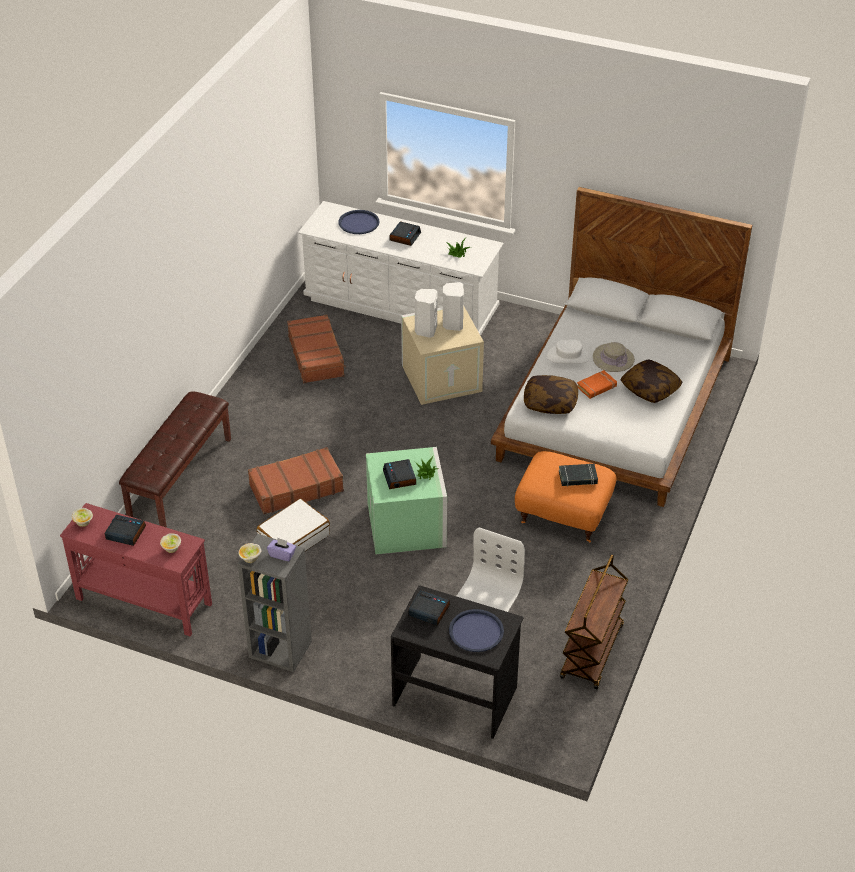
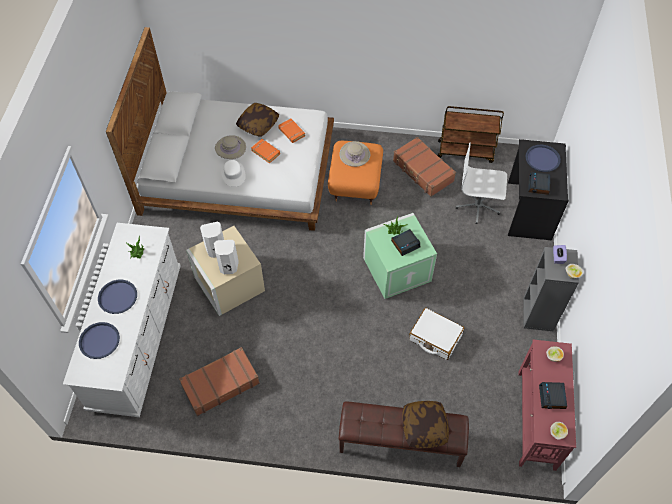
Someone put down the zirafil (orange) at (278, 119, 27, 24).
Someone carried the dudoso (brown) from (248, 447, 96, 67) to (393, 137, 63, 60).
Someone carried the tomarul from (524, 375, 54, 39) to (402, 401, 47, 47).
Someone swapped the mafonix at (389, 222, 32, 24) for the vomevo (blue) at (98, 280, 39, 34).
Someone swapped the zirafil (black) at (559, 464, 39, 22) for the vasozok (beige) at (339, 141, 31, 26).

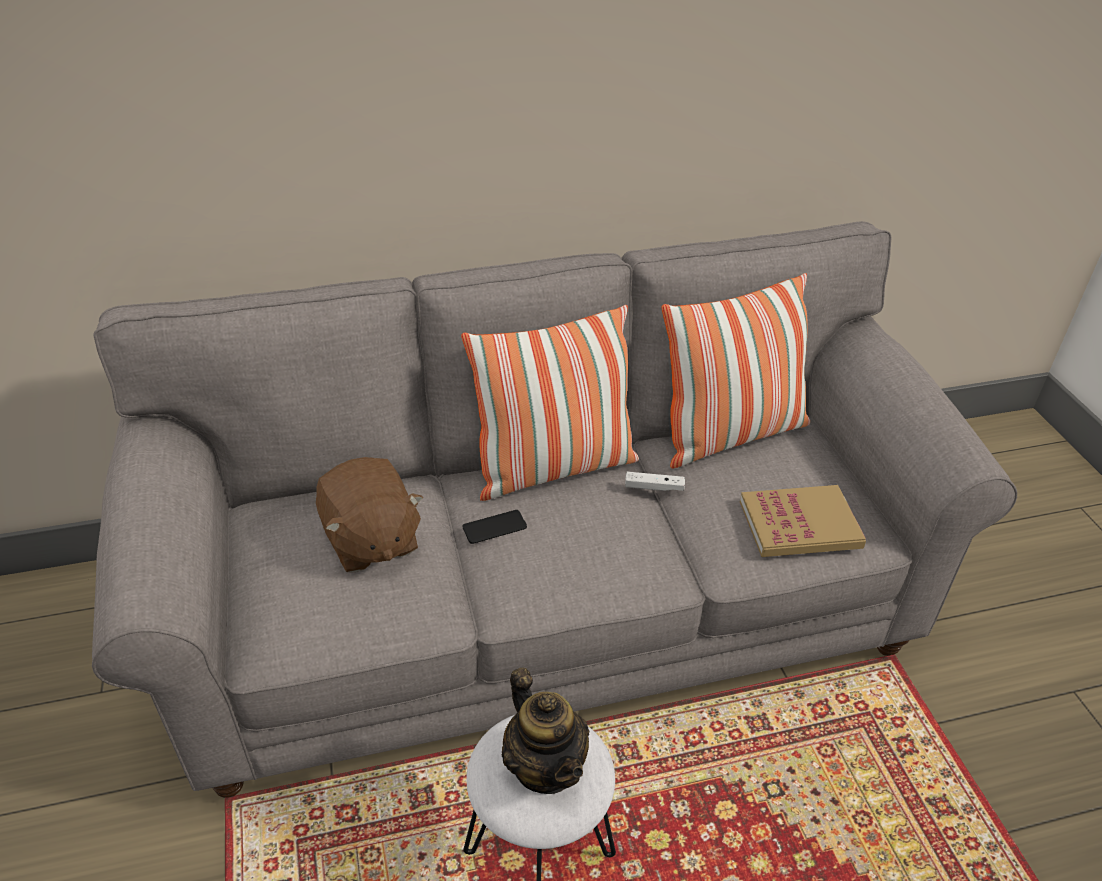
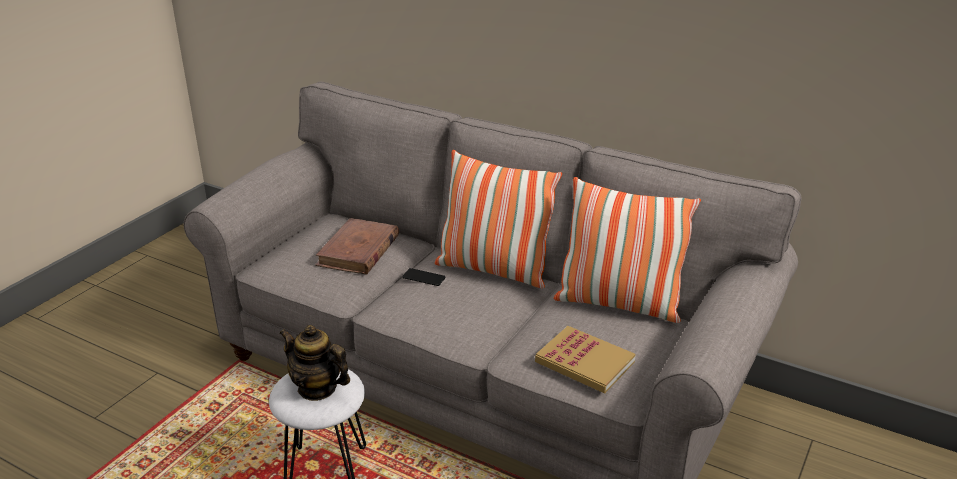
Someone took away the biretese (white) at (625, 472, 60, 19).
Someone swapped the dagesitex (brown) at (316, 457, 107, 115) for the zirafil (brown) at (315, 218, 84, 57).
Someone rotated the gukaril at (502, 668, 87, 126) by 105 degrees clockwise.

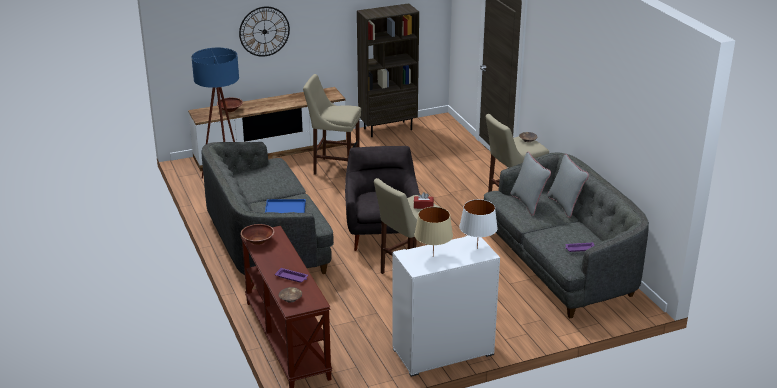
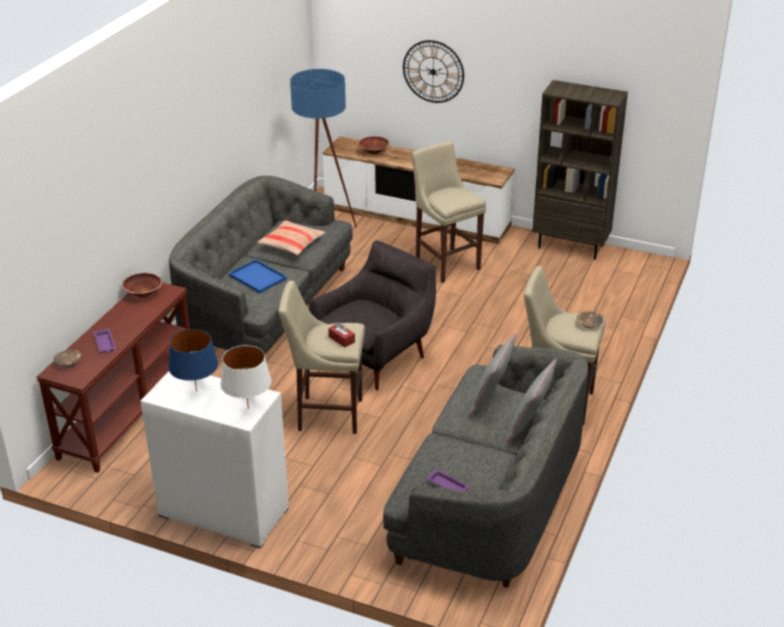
Someone put down the tomarul at (257, 220, 69, 35).
Someone repainted the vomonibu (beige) at (414, 207, 39, 49), which became the vomonibu (blue) at (168, 329, 50, 63).

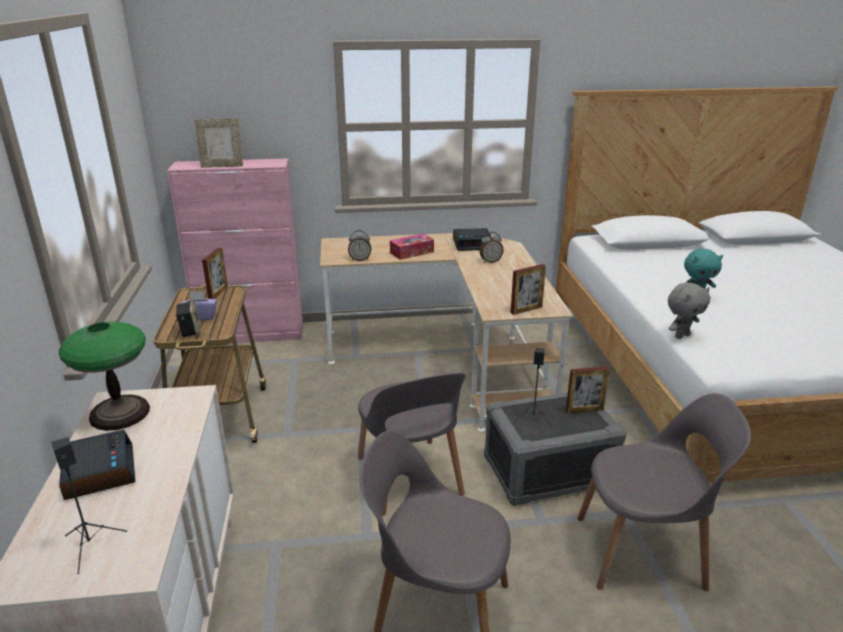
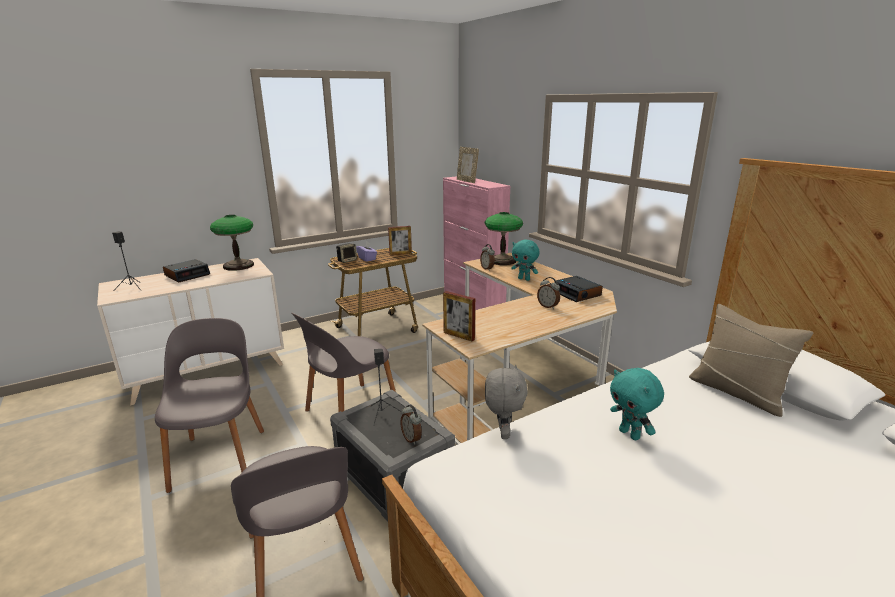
Someone put down the vomonibu at (485, 212, 38, 53).
Someone put down the tomarul (beige) at (689, 304, 124, 113).
Someone swapped the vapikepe at (390, 234, 44, 26) for the dagesitex (turquoise) at (511, 240, 28, 41).
Someone swapped the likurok at (566, 367, 44, 46) for the mafonix at (401, 405, 21, 40).
Someone rotated the dagesitex (grey) at (668, 283, 42, 56) by 120 degrees counterclockwise.

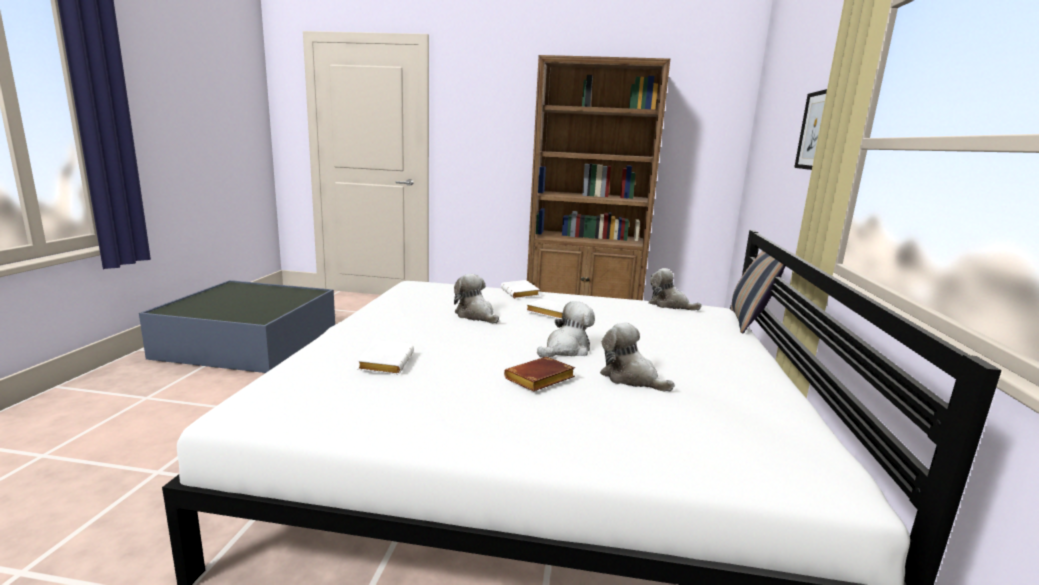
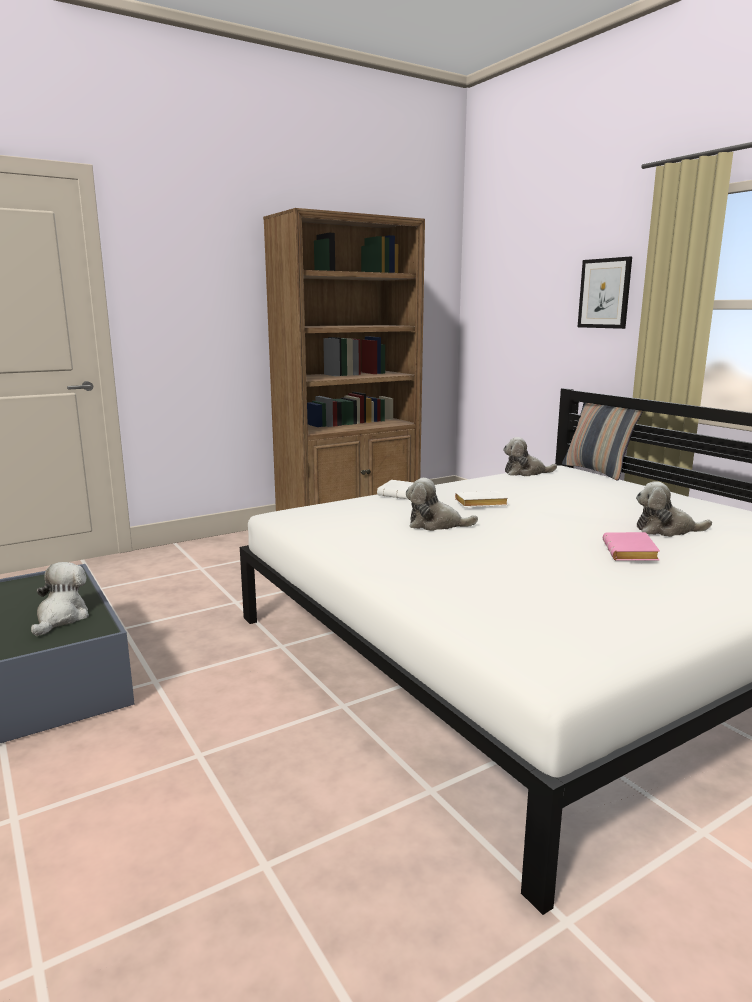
Someone took away the zirafil (white) at (357, 340, 57, 34).
Someone carried the dagesitex from (537, 301, 58, 57) to (31, 562, 58, 74).
Someone repainted the zirafil (brown) at (504, 357, 71, 35), which became the zirafil (pink) at (603, 532, 57, 29).

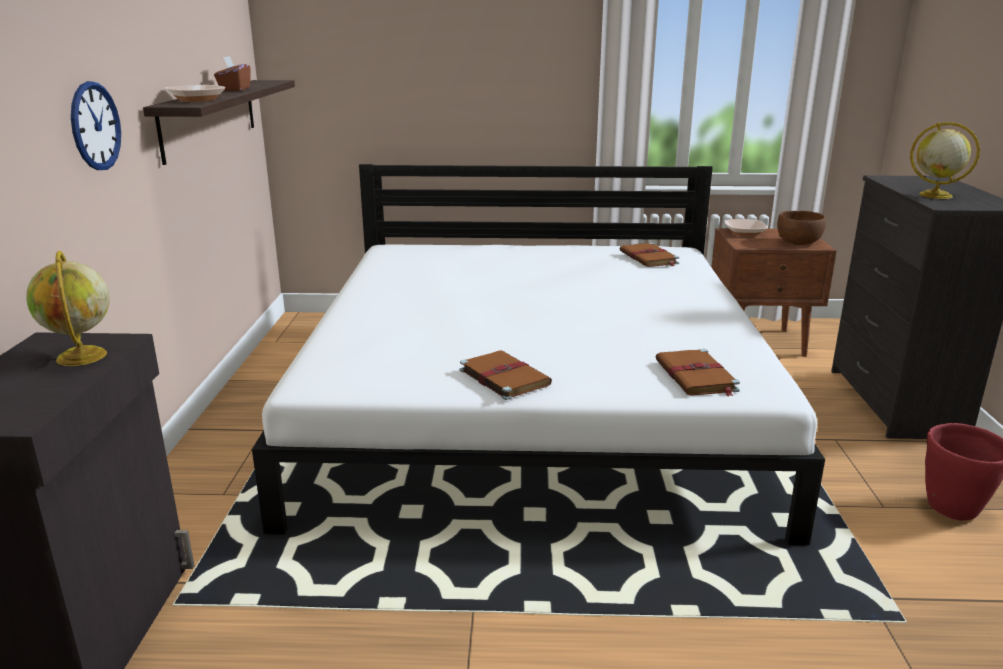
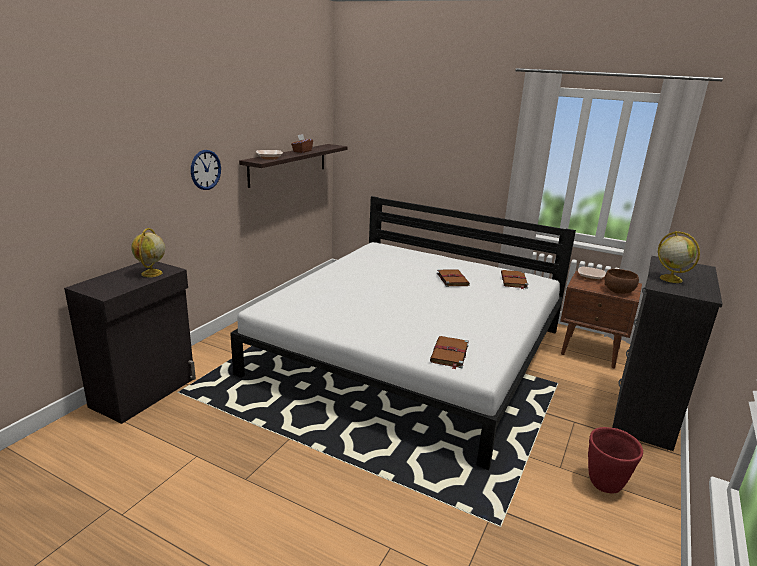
Someone carried the zirafil (brown) from (460, 350, 92, 50) to (437, 269, 33, 18).

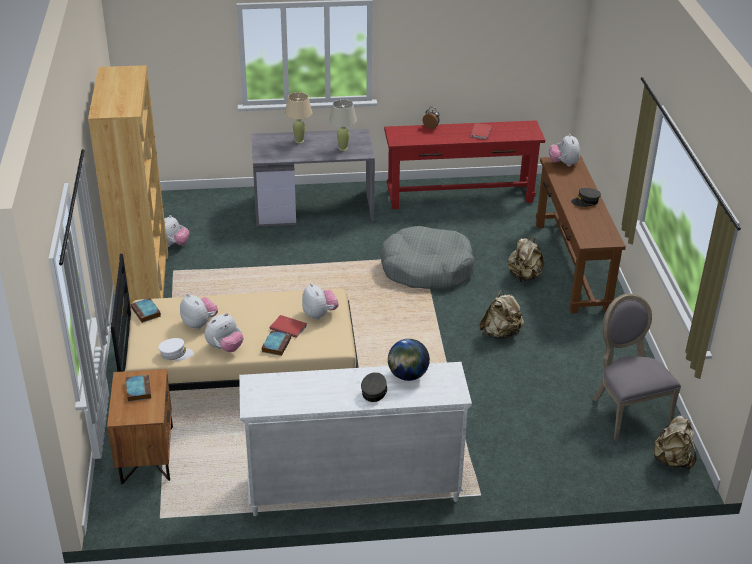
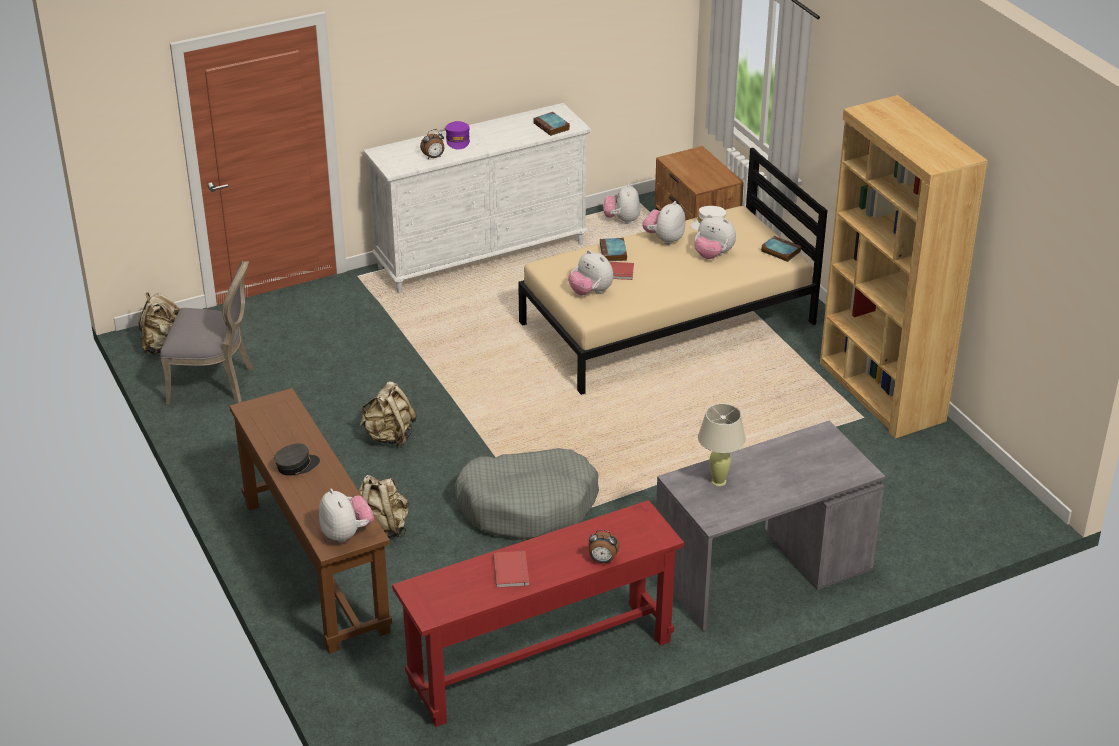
Someone took away the vomonibu (beige) at (285, 92, 27, 52).
Someone carried the zirafil from (126, 375, 25, 27) to (533, 112, 37, 24).
Someone carried the dagesitex from (164, 215, 25, 32) to (603, 183, 38, 41).
Someone swapped the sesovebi at (388, 339, 42, 42) for the mafonix at (420, 129, 25, 30).
Someone repainted the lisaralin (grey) at (361, 372, 26, 30), which became the lisaralin (purple) at (445, 121, 25, 28).
Someone rotated the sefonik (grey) at (593, 294, 88, 146) by 45 degrees counterclockwise.

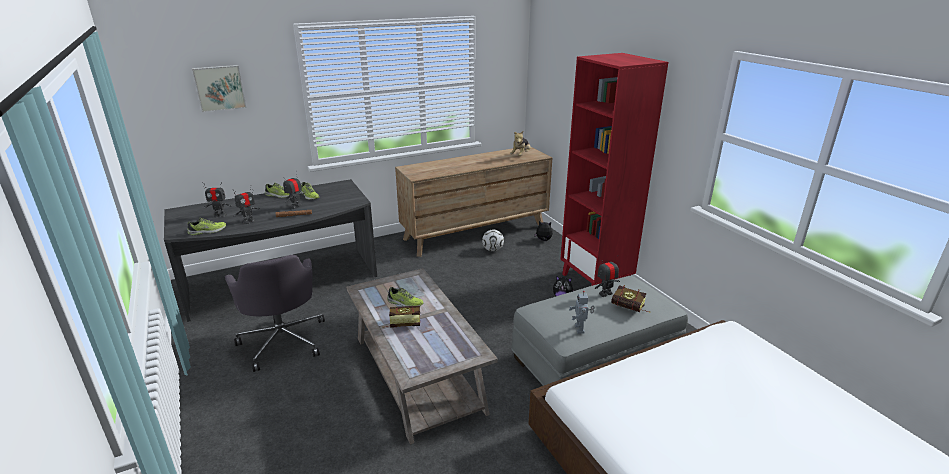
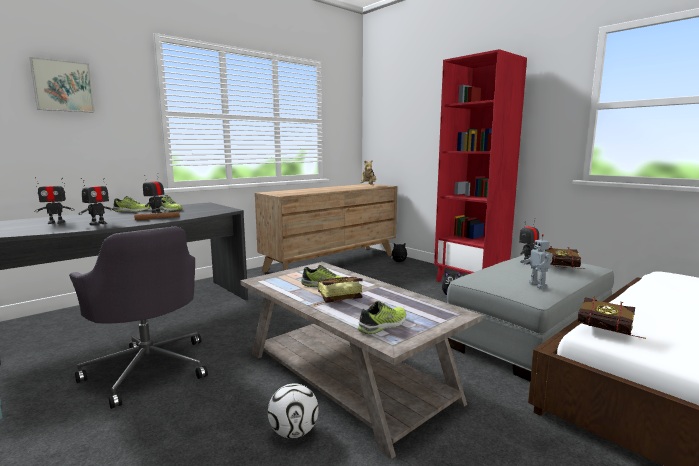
Someone put down the zirafil at (578, 296, 68, 43).
Someone carried the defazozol from (187, 218, 39, 17) to (358, 301, 48, 33).
Someone carried the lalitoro from (482, 230, 22, 21) to (268, 383, 51, 56).

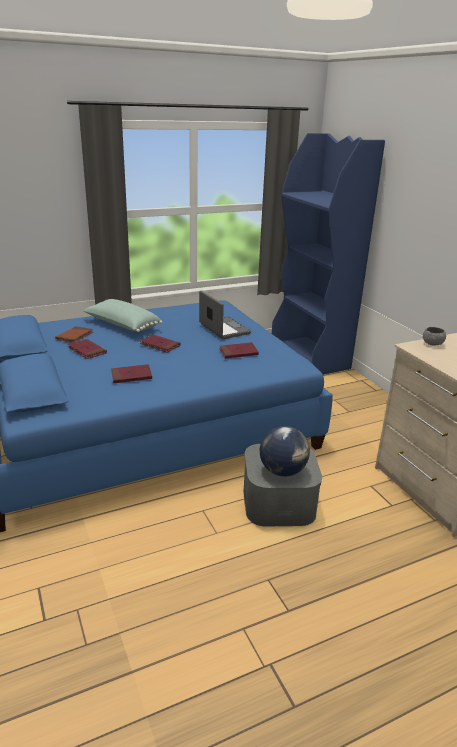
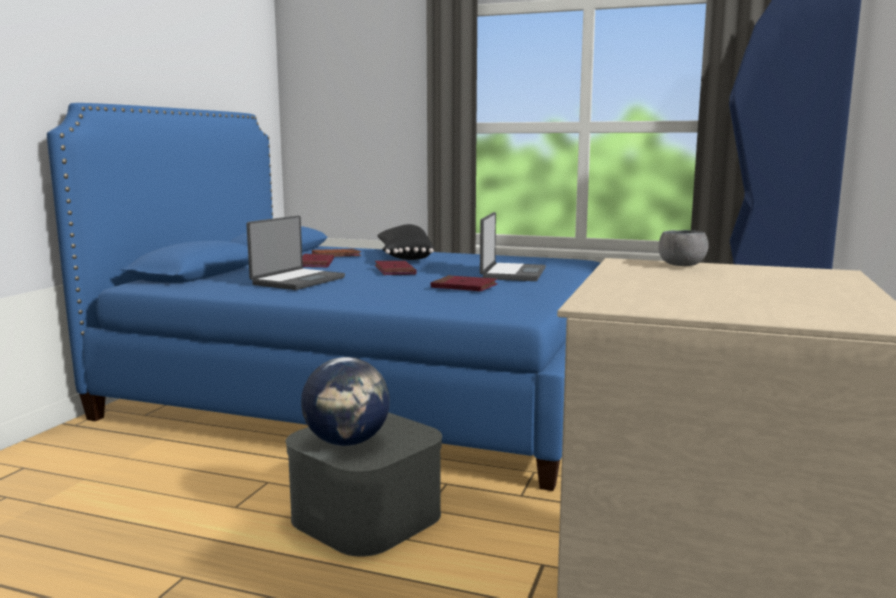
Someone swapped the zirafil (red) at (111, 364, 41, 19) for the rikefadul at (246, 216, 99, 74).
Someone repainted the tomarul (green) at (83, 299, 79, 33), which became the tomarul (black) at (377, 224, 57, 36).

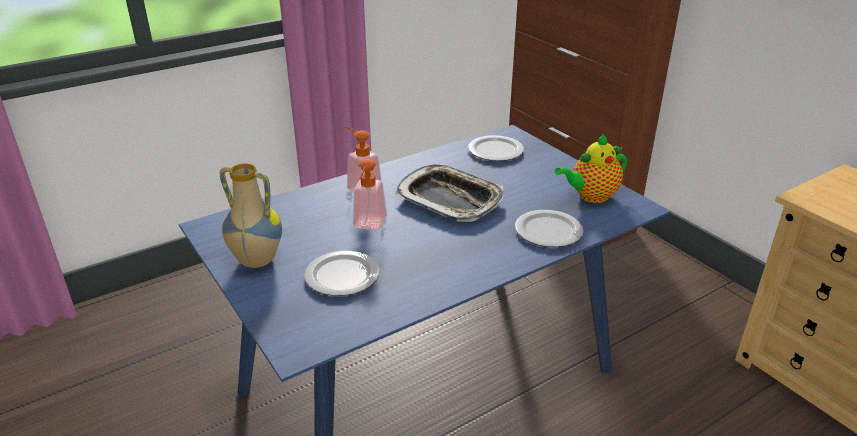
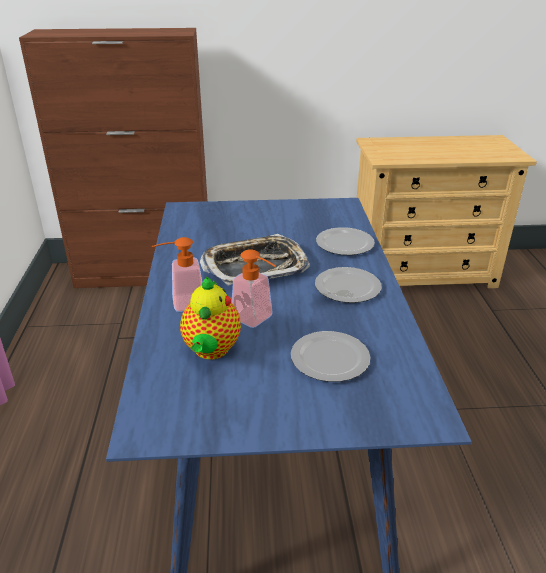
Someone took away the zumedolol at (220, 163, 62, 105).
Someone carried the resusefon from (468, 135, 56, 26) to (315, 267, 67, 36).
Someone carried the gukaril from (555, 134, 72, 69) to (180, 277, 61, 83).

